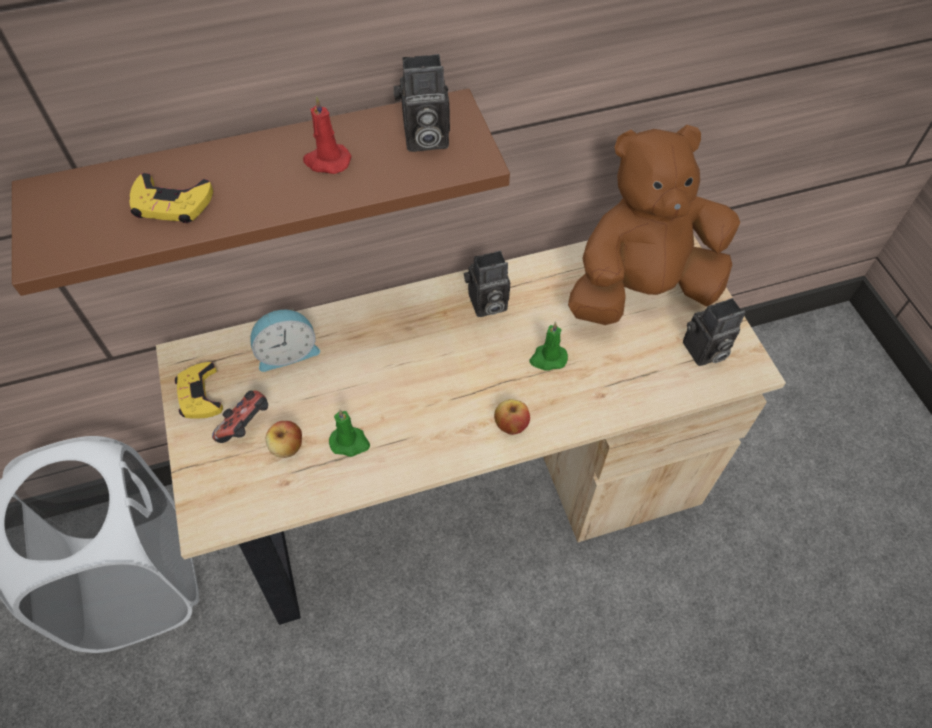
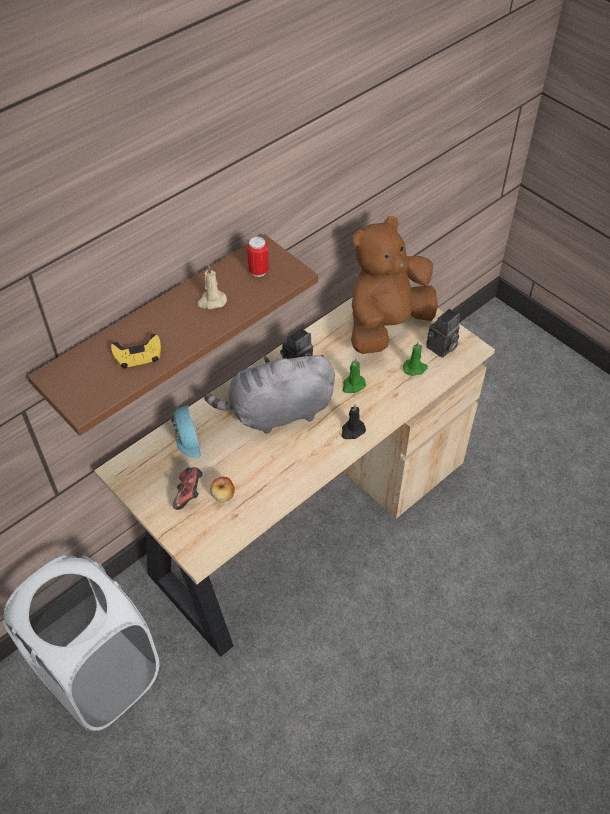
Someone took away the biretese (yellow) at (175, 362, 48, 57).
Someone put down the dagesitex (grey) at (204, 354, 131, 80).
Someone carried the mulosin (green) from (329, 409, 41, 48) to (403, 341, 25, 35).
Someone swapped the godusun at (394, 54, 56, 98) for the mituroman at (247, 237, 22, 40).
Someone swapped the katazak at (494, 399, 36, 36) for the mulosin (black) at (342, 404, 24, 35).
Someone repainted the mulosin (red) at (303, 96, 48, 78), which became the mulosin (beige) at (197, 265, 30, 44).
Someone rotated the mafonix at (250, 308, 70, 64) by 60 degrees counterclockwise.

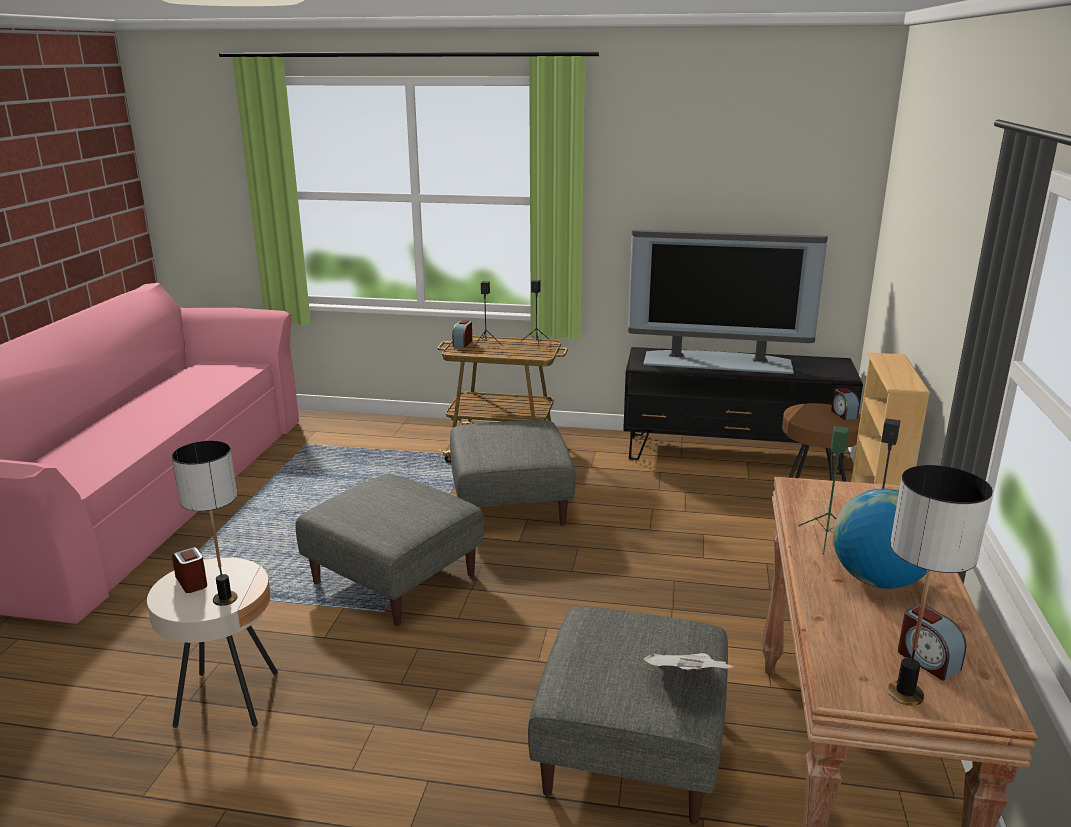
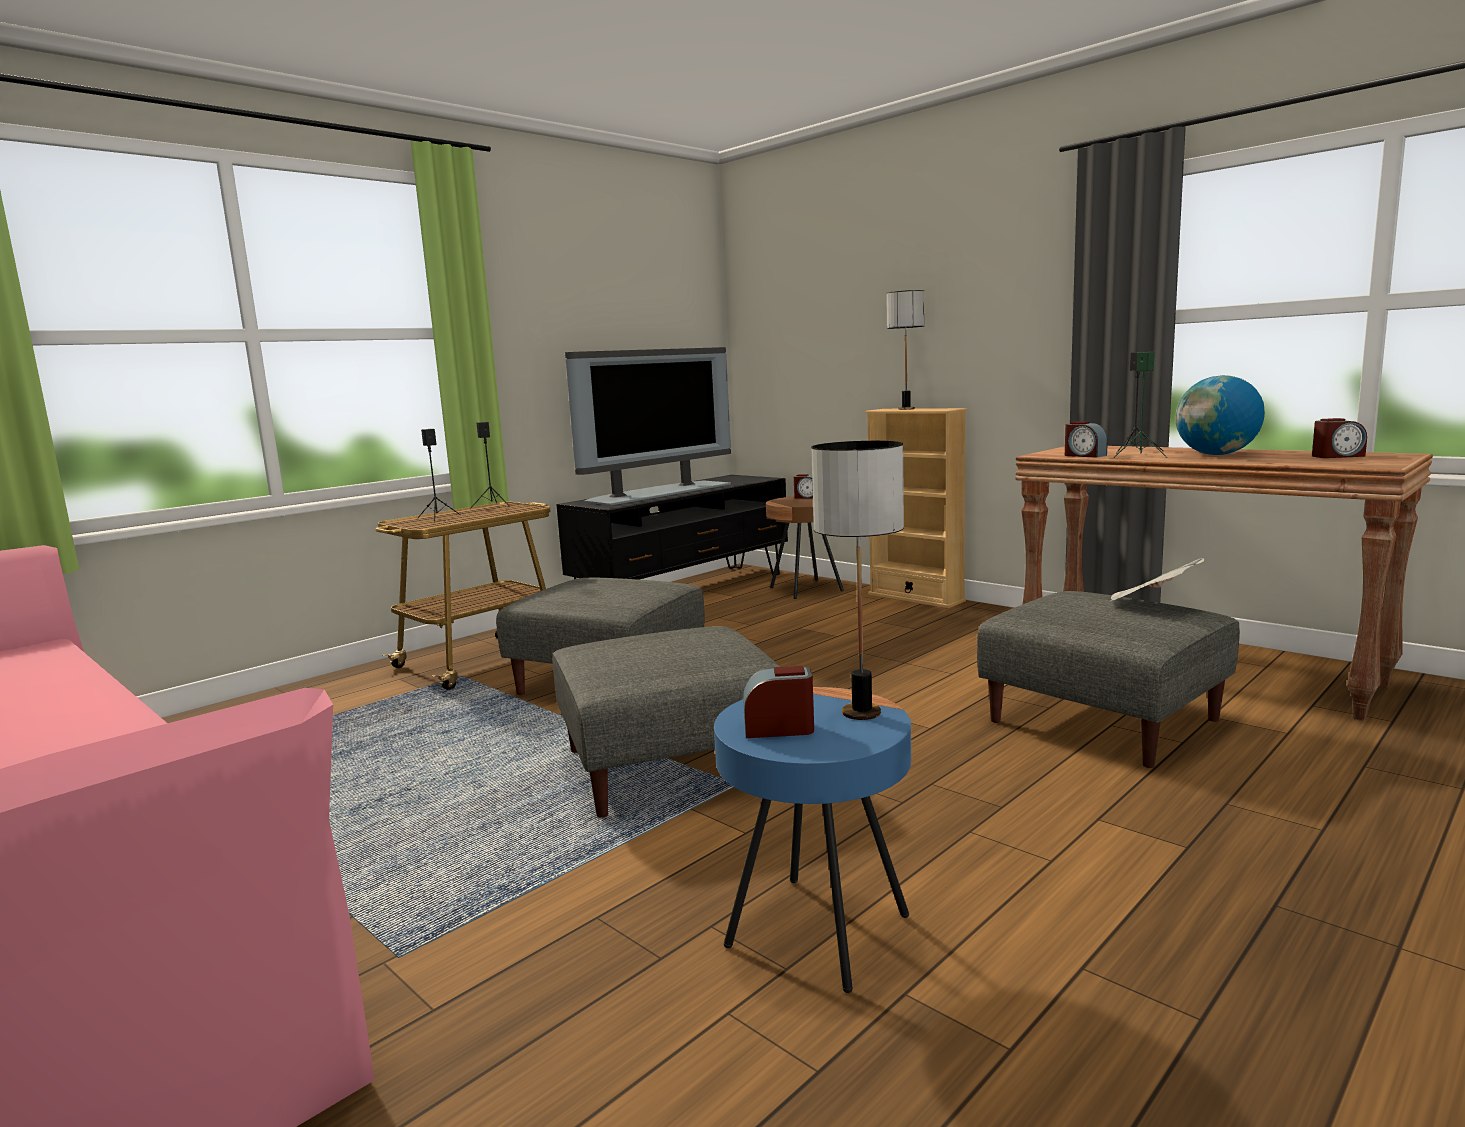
Someone carried the mafonix from (452, 320, 20, 28) to (1065, 422, 43, 36).
Someone carried the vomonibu from (888, 465, 105, 241) to (887, 290, 37, 120).
Someone repainted the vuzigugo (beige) at (147, 558, 131, 170), which became the vuzigugo (blue) at (714, 687, 197, 306).

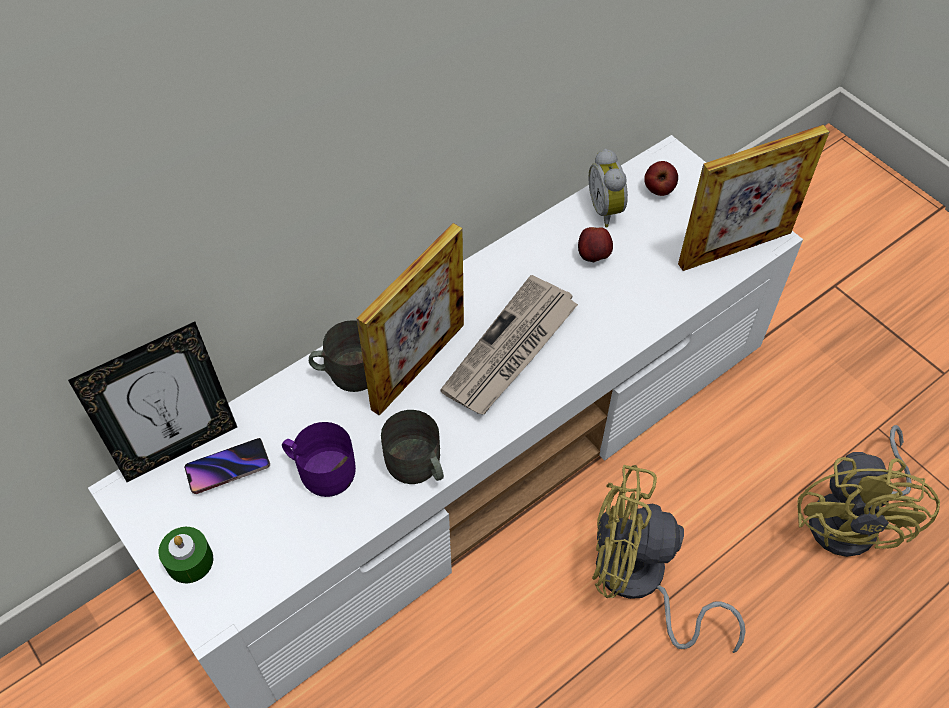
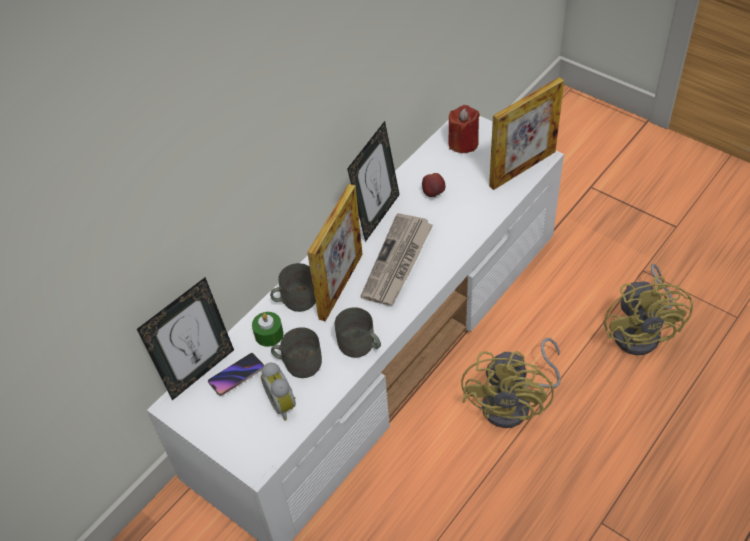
Someone put down the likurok at (347, 121, 53, 121).
Someone carried the mulosin (green) from (159, 527, 54, 56) to (252, 312, 32, 35).
Someone carried the mafonix from (588, 149, 40, 78) to (261, 362, 35, 59).
Someone swapped the katazak at (644, 161, 34, 35) for the mulosin (red) at (448, 105, 32, 48).
Someone repainted the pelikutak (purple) at (282, 422, 74, 75), which became the pelikutak (grey) at (271, 327, 51, 51).
Someone rotated the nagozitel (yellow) at (592, 465, 154, 188) by 75 degrees counterclockwise.

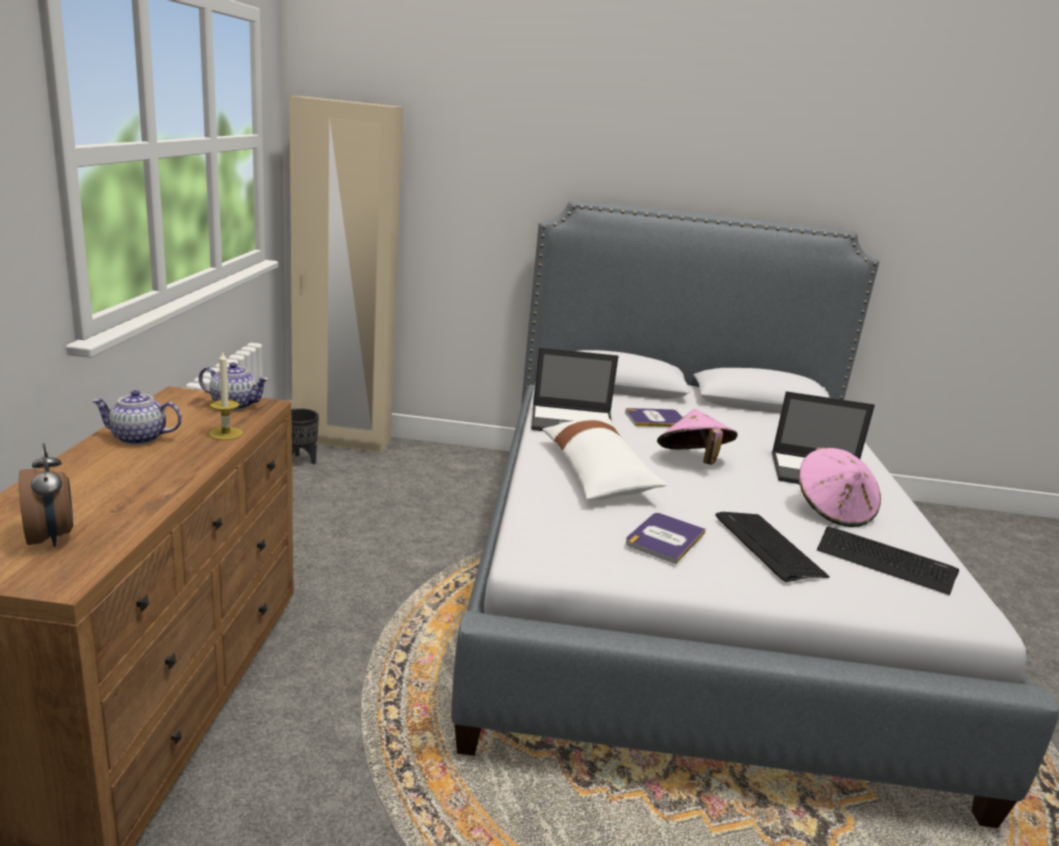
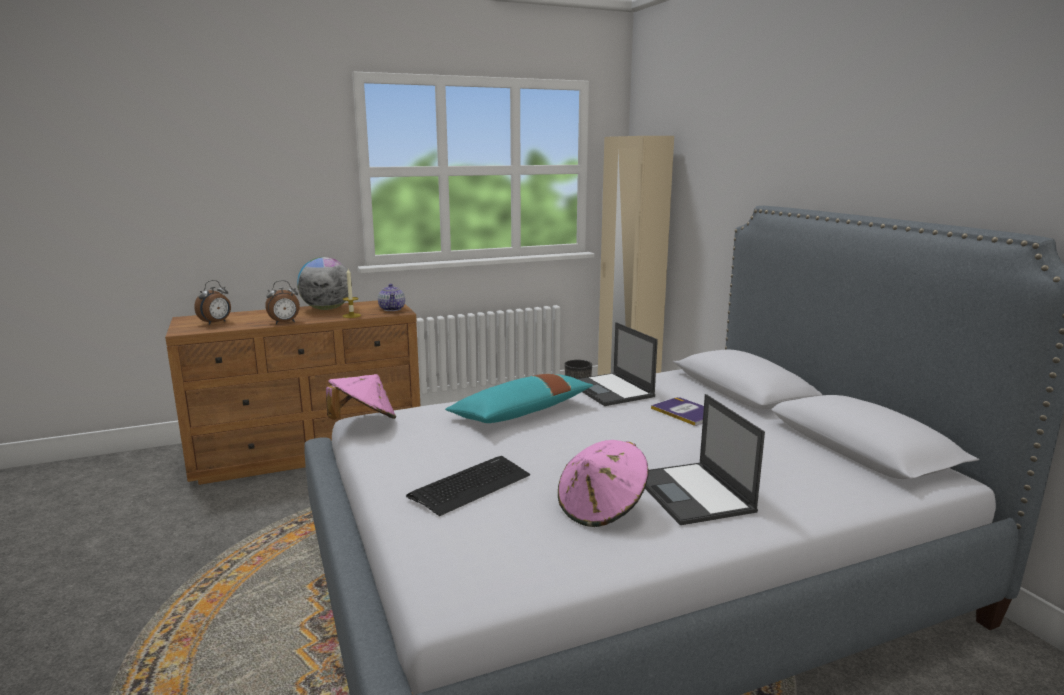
Someone took away the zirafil at (626, 513, 80, 51).
Someone took away the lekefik at (817, 527, 142, 68).
Someone put down the mafonix at (265, 280, 35, 44).
Someone carried the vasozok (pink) from (657, 409, 81, 56) to (326, 374, 70, 46).
Someone swapped the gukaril at (92, 390, 90, 55) for the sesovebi at (297, 257, 55, 53).
Someone repainted the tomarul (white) at (542, 418, 124, 82), which became the tomarul (turquoise) at (445, 374, 148, 49).

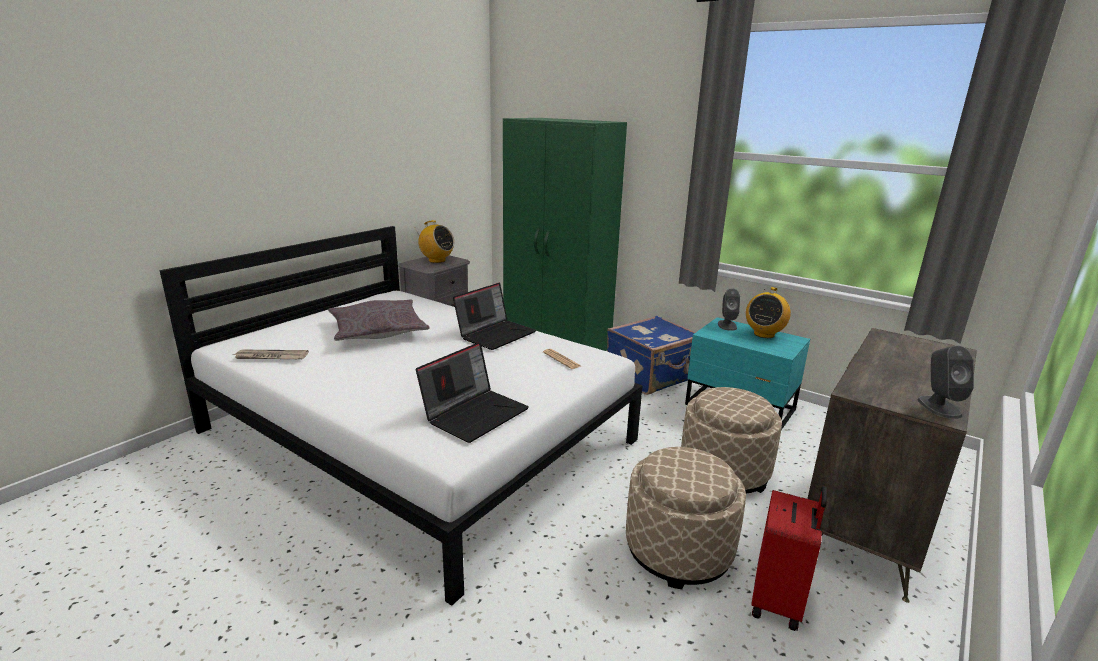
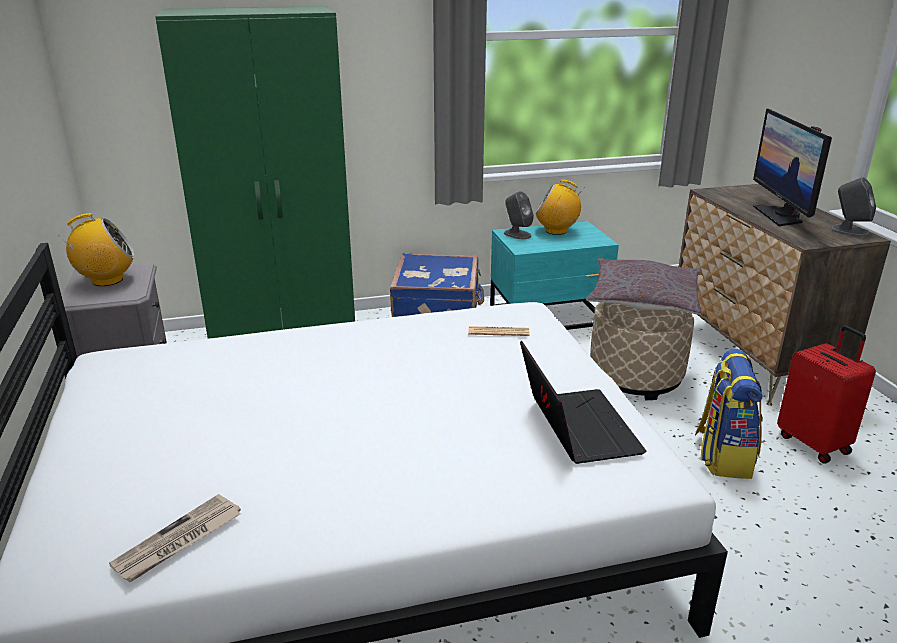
Someone took away the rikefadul at (453, 283, 83, 67).
Someone put down the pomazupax at (753, 108, 79, 118).
Someone carried the tomarul (grey) from (328, 300, 102, 41) to (586, 258, 115, 57).
Someone swapped the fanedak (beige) at (626, 447, 120, 142) for the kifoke at (695, 349, 68, 130).
Someone rotated the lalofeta at (746, 287, 45, 51) by 120 degrees clockwise.

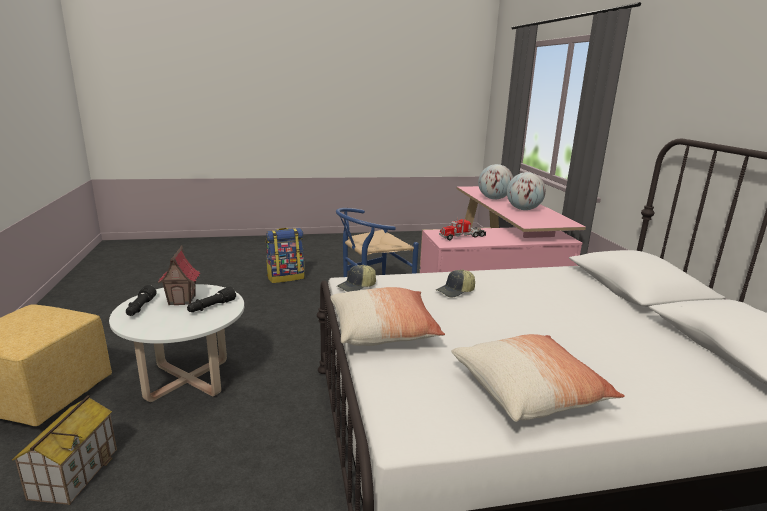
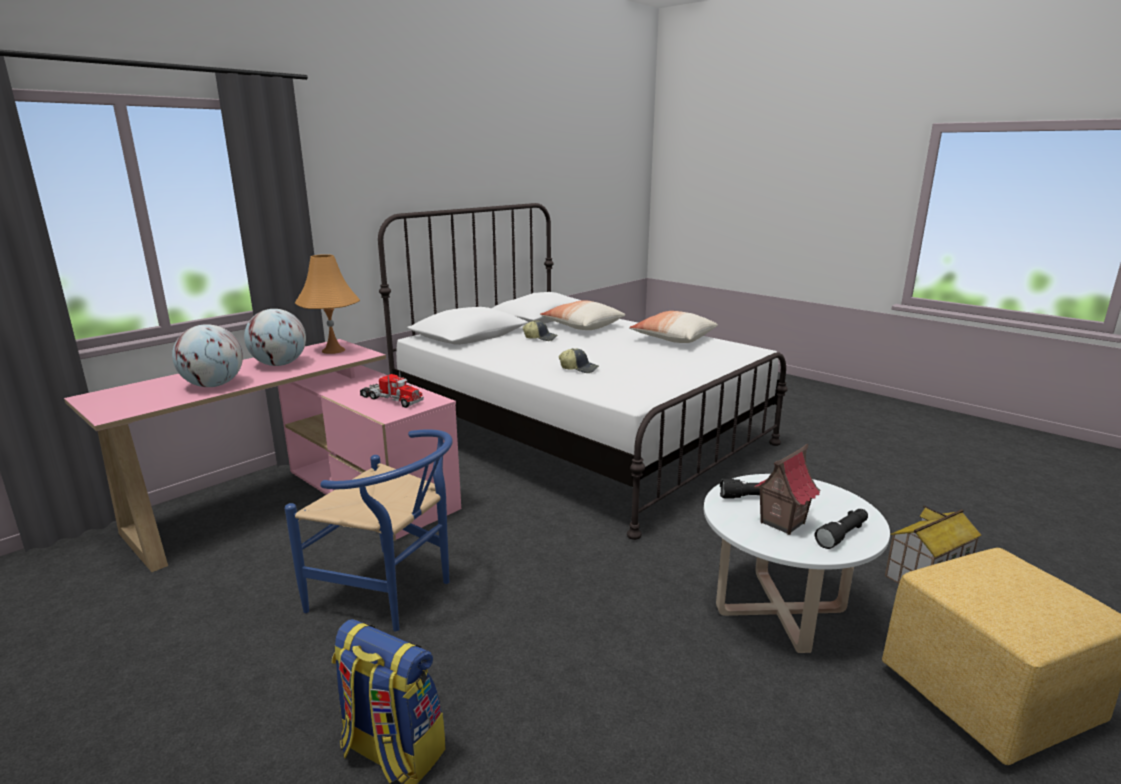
Someone put down the vomonibu (orange) at (295, 254, 65, 100).
Someone carried the tomarul from (330, 287, 115, 59) to (540, 300, 85, 30).
Someone carried the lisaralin from (337, 265, 39, 27) to (523, 321, 34, 20).

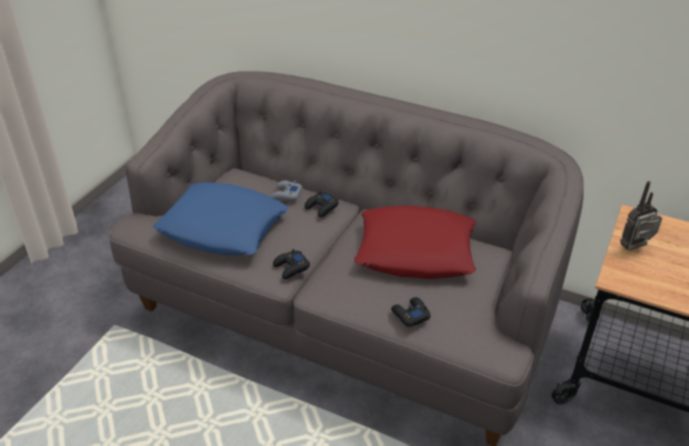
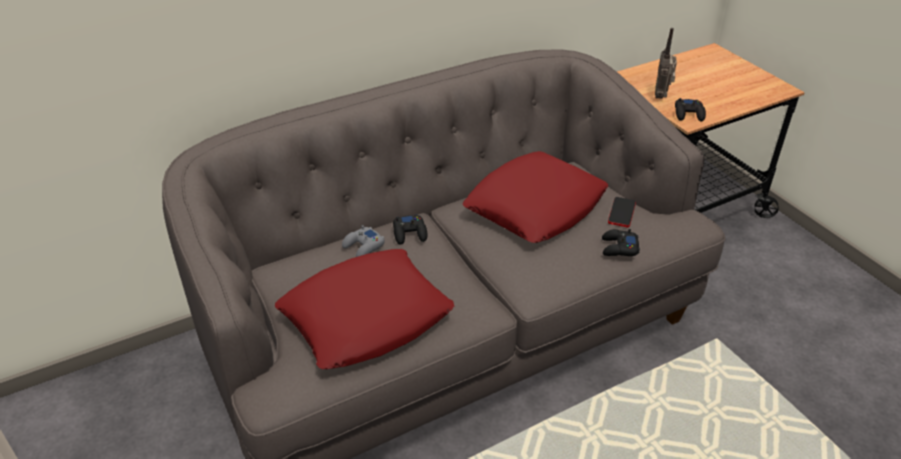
Someone put down the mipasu at (608, 197, 28, 31).
Someone carried the biretese (black) from (273, 249, 37, 30) to (675, 98, 31, 23).
Someone repainted the tomarul (blue) at (153, 182, 136, 73), which became the tomarul (red) at (275, 249, 180, 120).

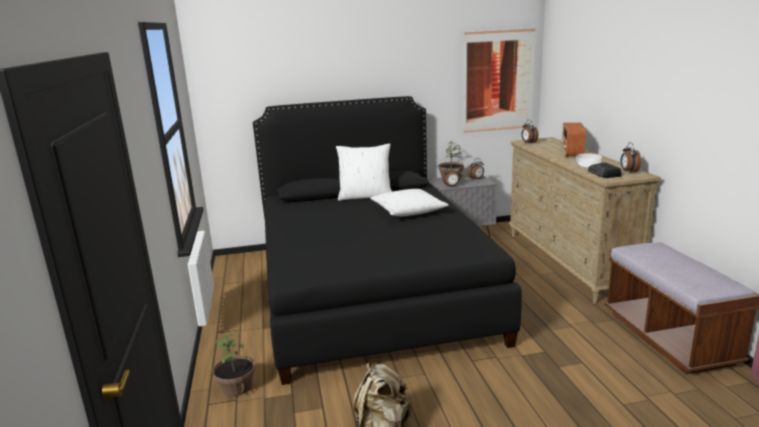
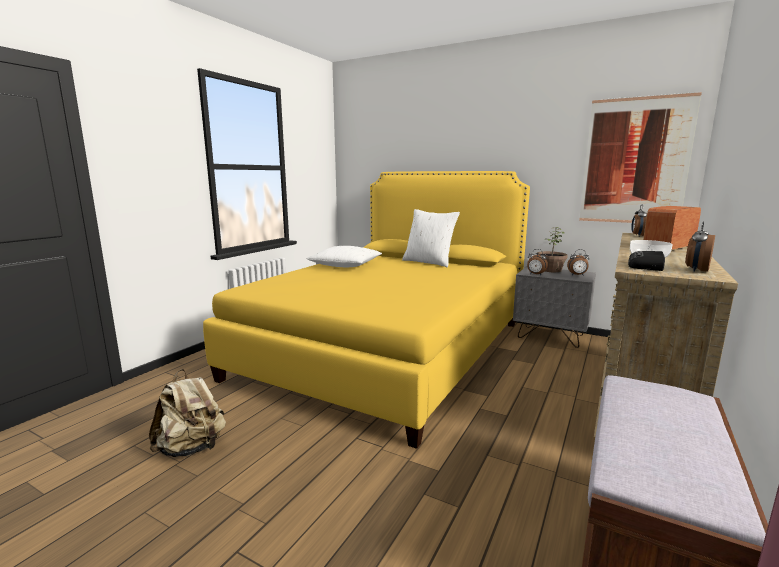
Someone took away the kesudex at (213, 334, 43, 62).
Someone carried the tomarul (white) from (370, 189, 79, 28) to (307, 246, 75, 21).
Someone repainted the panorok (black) at (253, 96, 269, 289), which became the panorok (yellow) at (203, 171, 327, 278).

